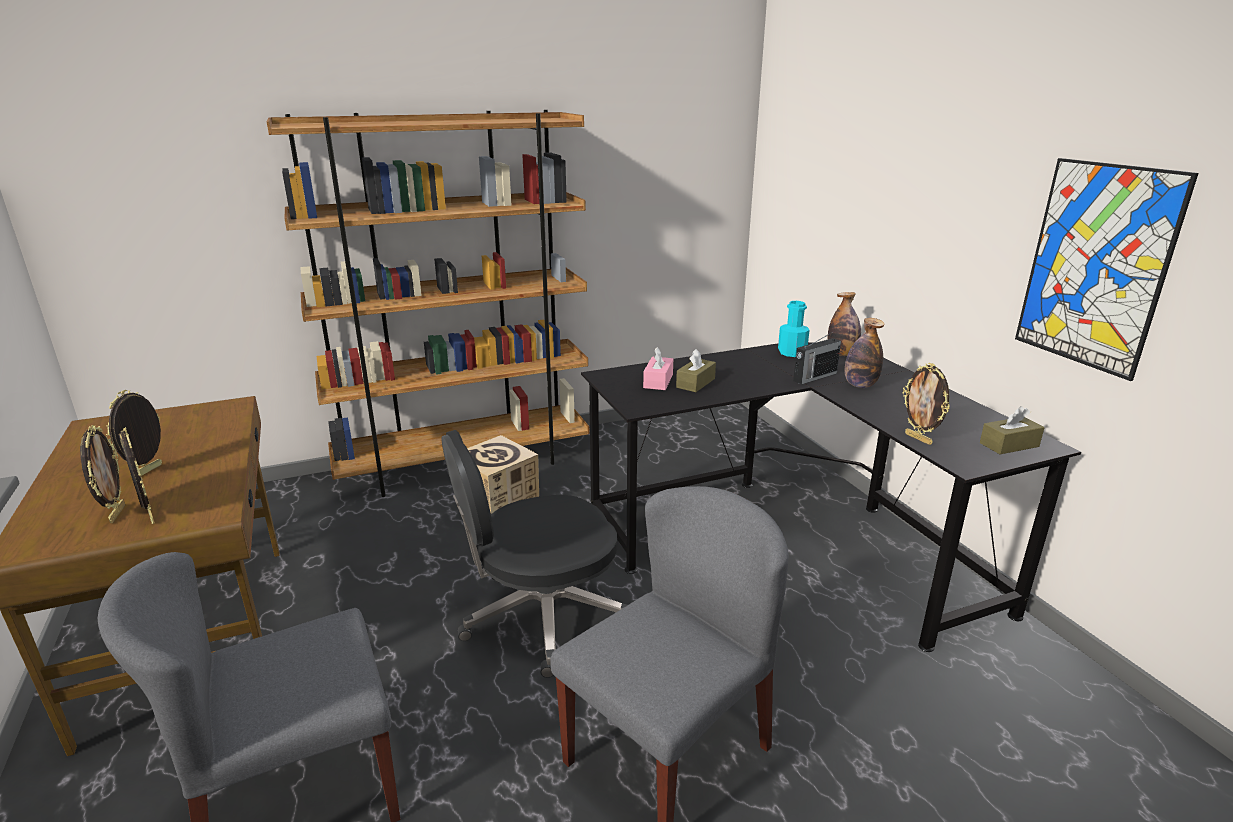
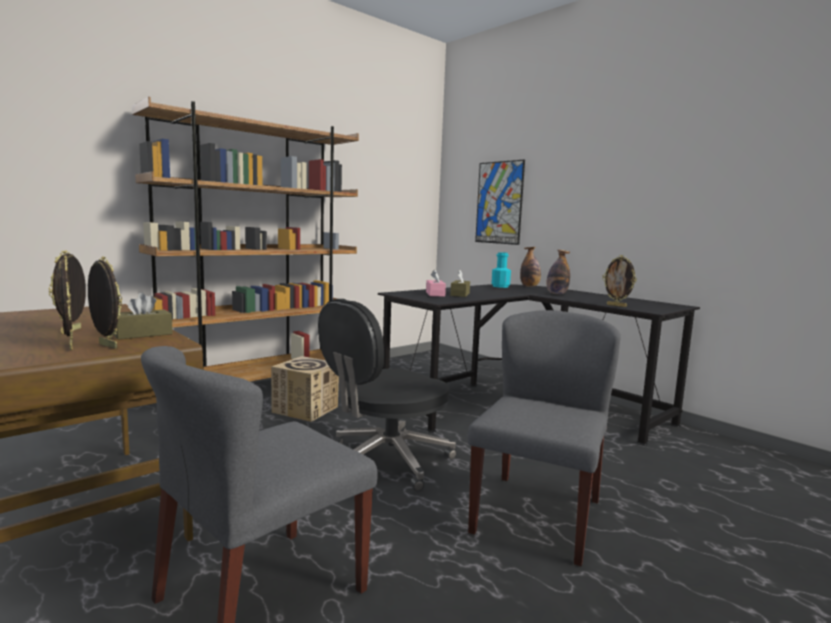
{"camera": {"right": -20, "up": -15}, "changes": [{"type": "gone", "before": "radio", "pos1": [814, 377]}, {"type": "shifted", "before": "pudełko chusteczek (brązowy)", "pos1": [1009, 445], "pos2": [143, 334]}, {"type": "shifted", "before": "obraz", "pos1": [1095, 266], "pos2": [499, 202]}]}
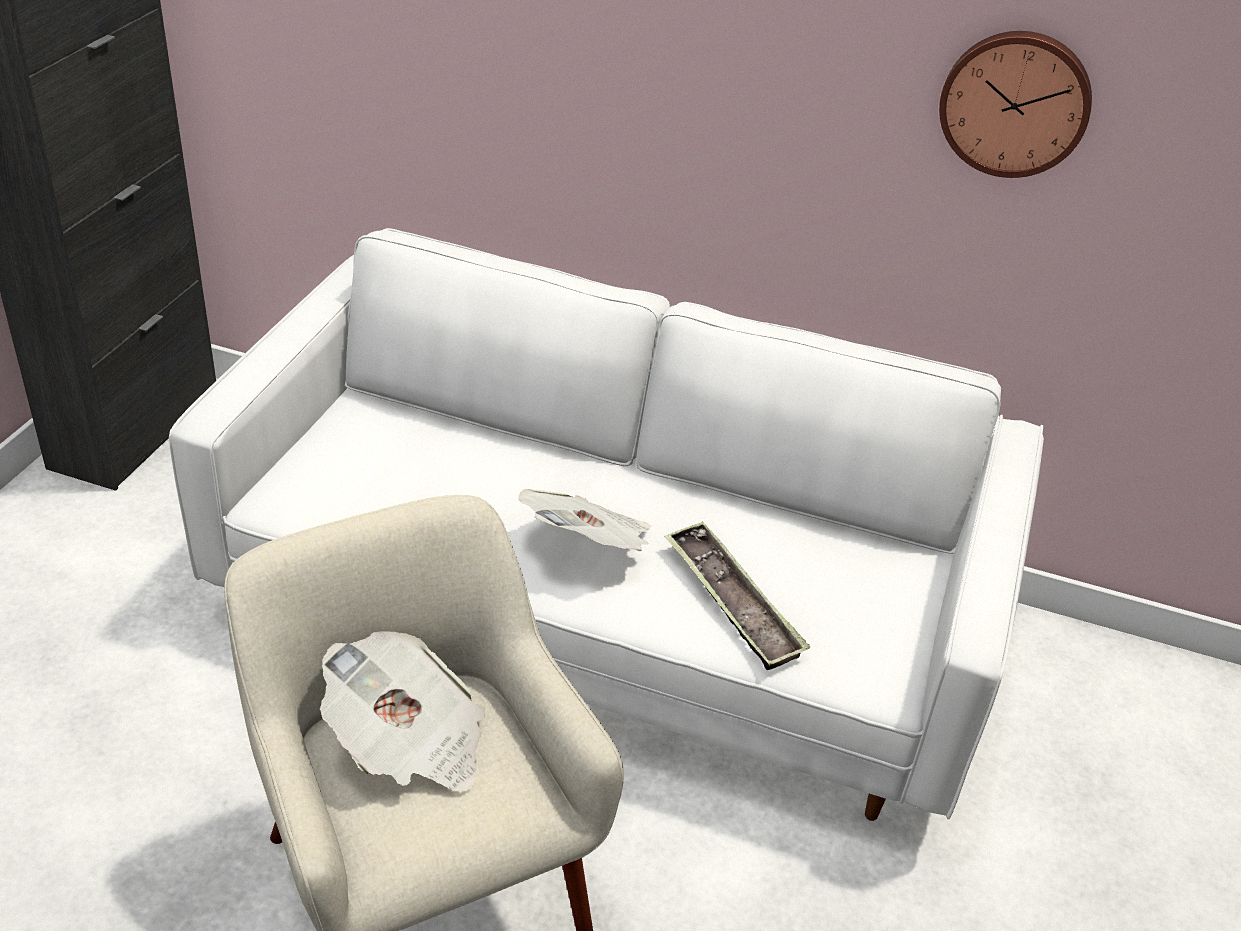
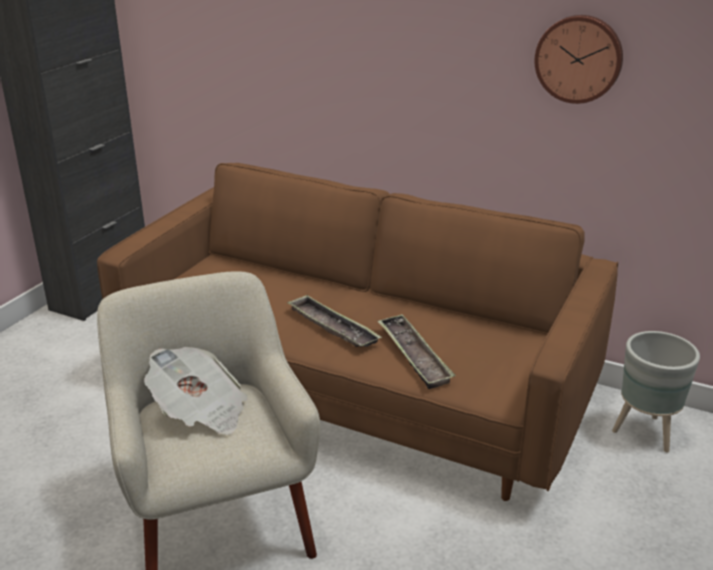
{"camera": {"right": 10, "up": -10}, "changes": [{"type": "new", "after": "donica (szary)", "pos2": [646, 433]}, {"type": "swapped", "before": "gazeta", "after": "taca", "pos1": [589, 546], "pos2": [332, 327]}, {"type": "repainted", "before": "kanapa (biały)", "after": "kanapa (brązowy)", "pos1": [607, 615], "pos2": [356, 388]}]}
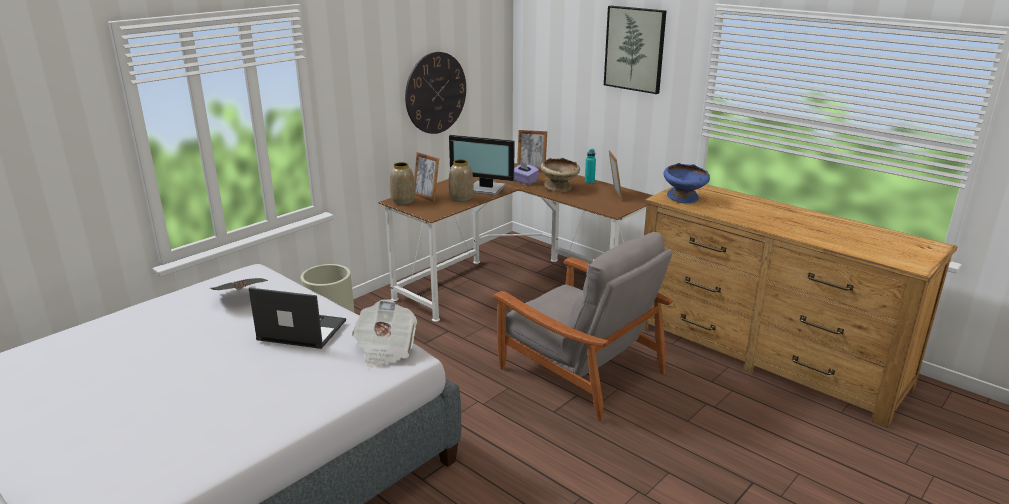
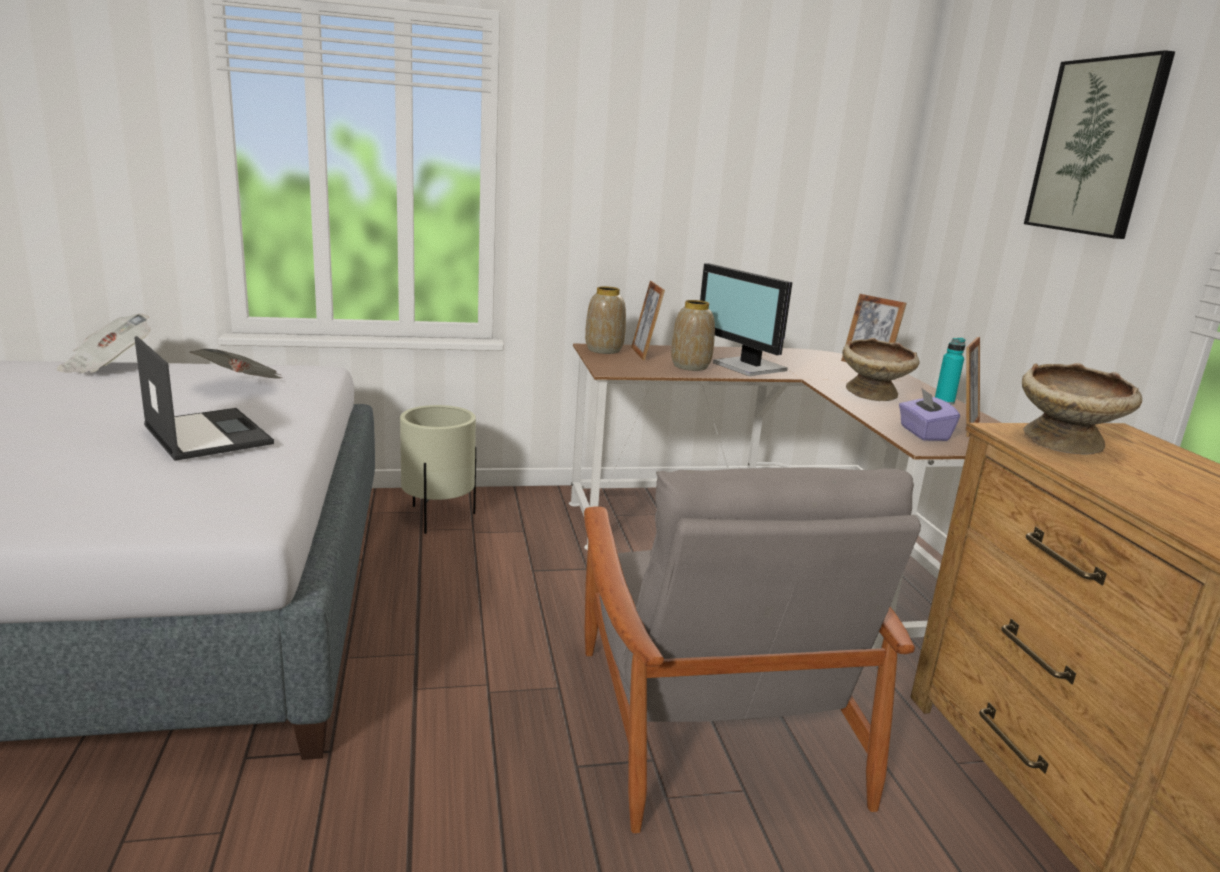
{"camera": {"right": 35, "up": -5}, "changes": [{"type": "gone", "before": "zegar ścienny", "pos1": [436, 93]}, {"type": "shifted", "before": "gazeta", "pos1": [385, 349], "pos2": [107, 366]}, {"type": "shifted", "before": "pudełko chusteczek (fioletowy)", "pos1": [524, 181], "pos2": [923, 433]}, {"type": "repainted", "before": "miska (niebieski)", "after": "miska (beżowy)", "pos1": [684, 198], "pos2": [1066, 444]}]}
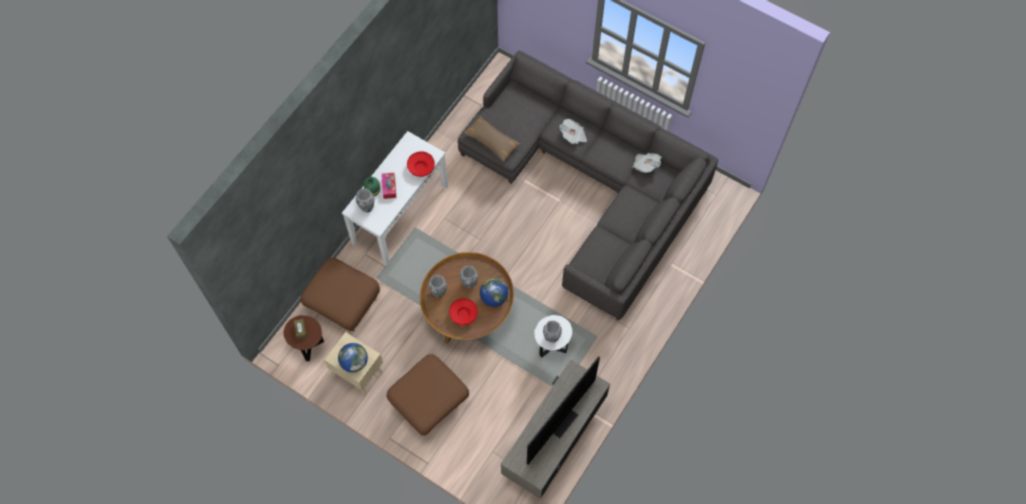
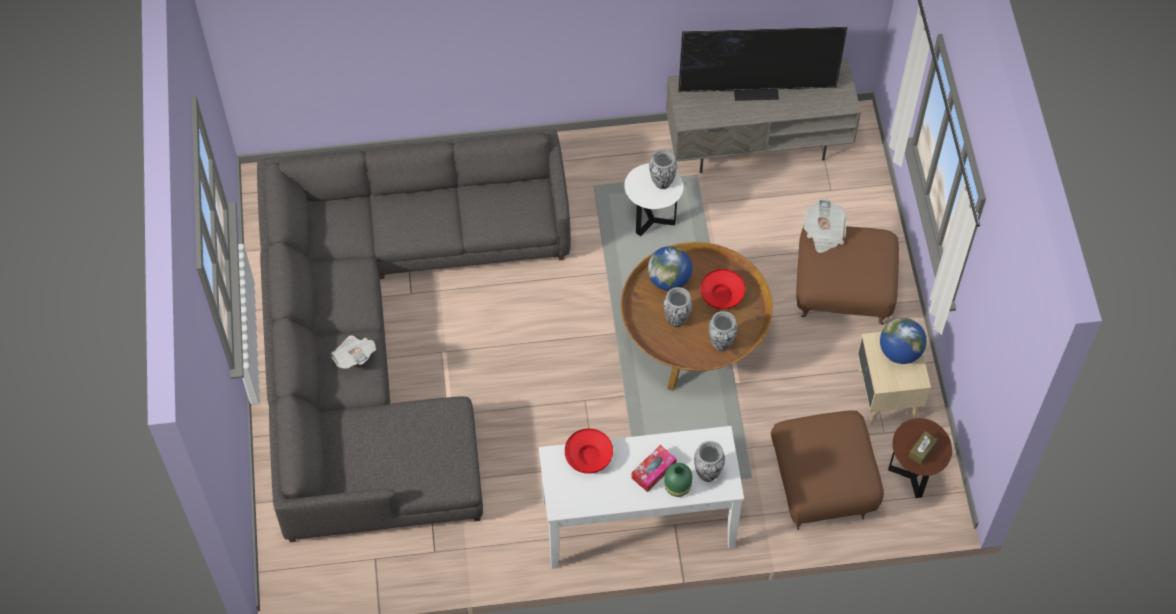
{"camera": {"right": -130, "up": -5}, "changes": [{"type": "gone", "before": "poduszka (brązowy)", "pos1": [491, 141]}, {"type": "shifted", "before": "gazeta", "pos1": [645, 165], "pos2": [823, 233]}]}
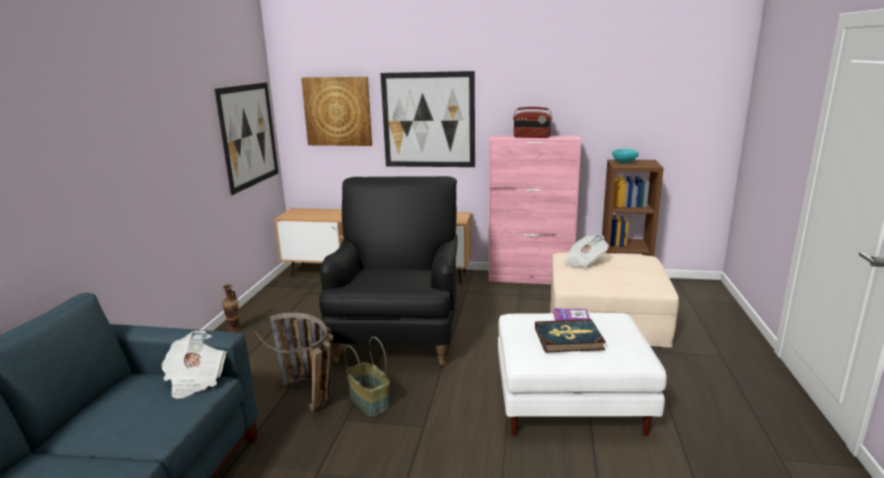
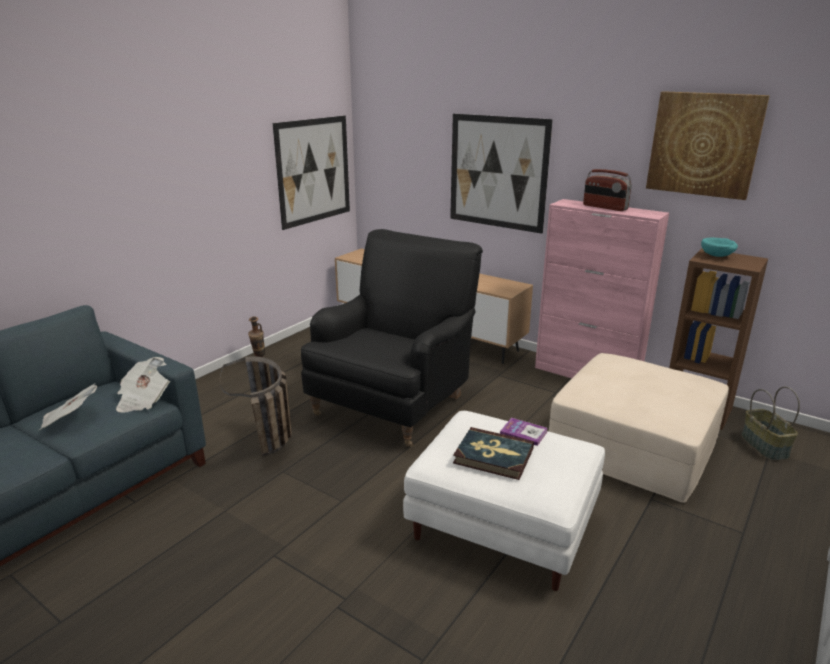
{"camera": {"right": 25, "up": 5}, "changes": [{"type": "shifted", "before": "obraz", "pos1": [337, 111], "pos2": [704, 144]}, {"type": "shifted", "before": "koszyk", "pos1": [370, 401], "pos2": [765, 446]}, {"type": "shifted", "before": "gazeta", "pos1": [584, 261], "pos2": [71, 420]}]}
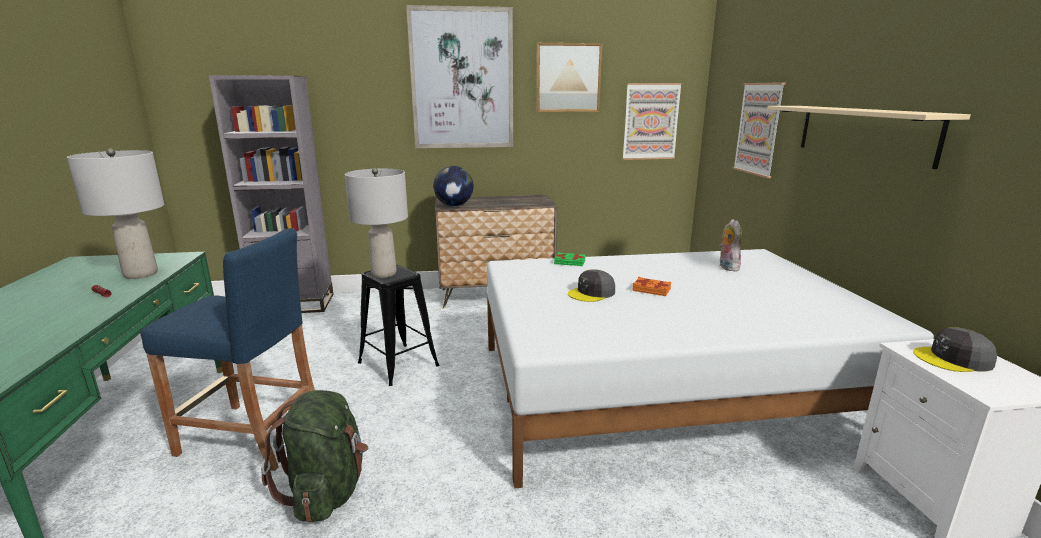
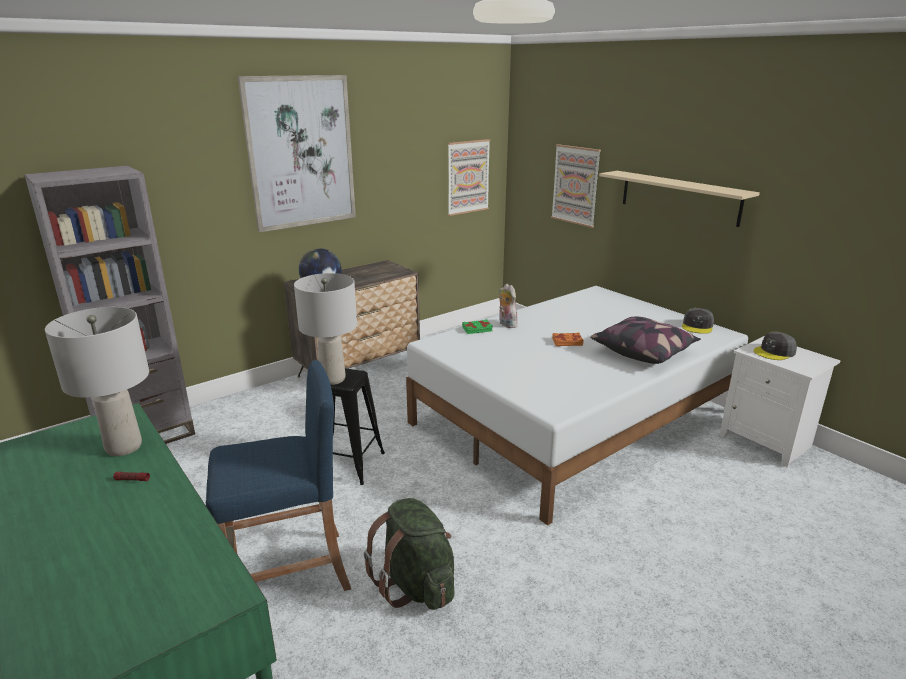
{"camera": {"right": -30, "up": 5}, "changes": [{"type": "gone", "before": "obraz", "pos1": [568, 78]}, {"type": "new", "after": "poduszka", "pos2": [643, 351]}, {"type": "shifted", "before": "czapka z daszkiem (szary)", "pos1": [592, 293], "pos2": [697, 326]}, {"type": "shifted", "before": "pluszak", "pos1": [726, 267], "pos2": [506, 324]}]}
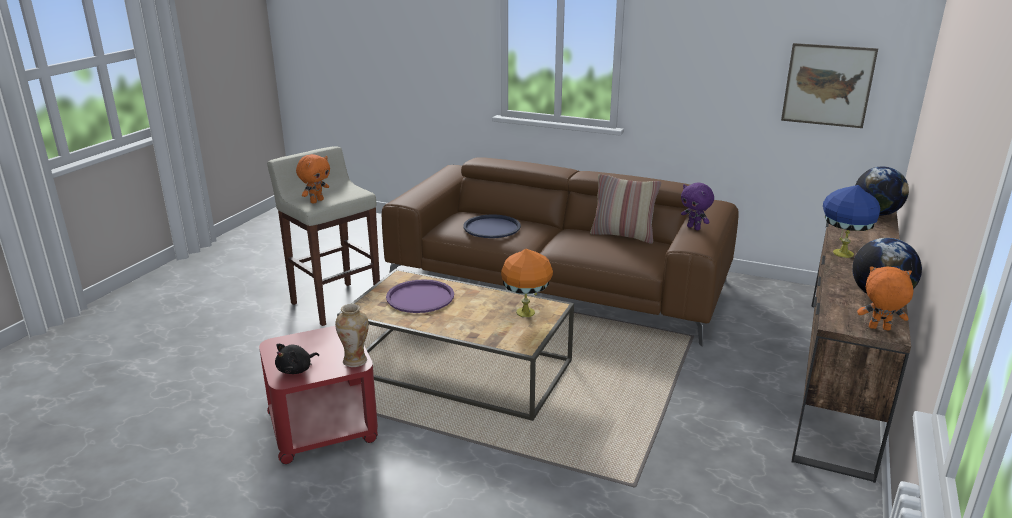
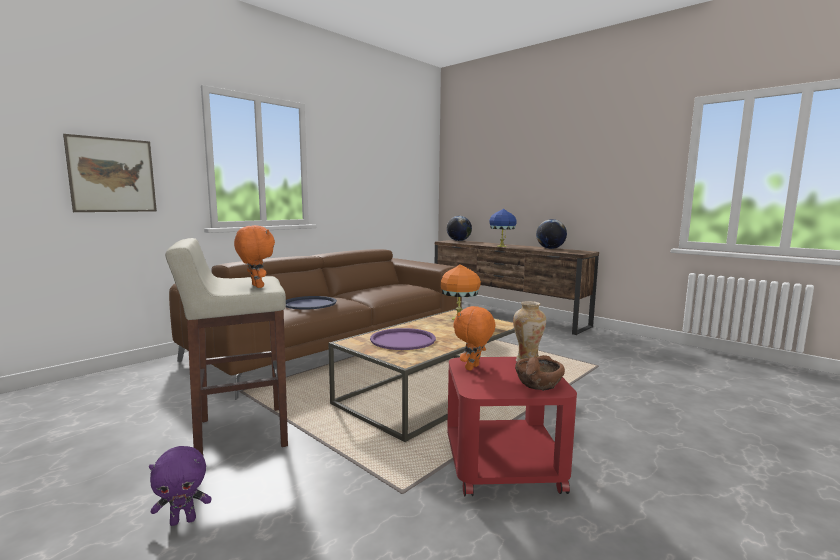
{"camera": {"right": -70, "up": -15}, "changes": [{"type": "gone", "before": "poduszka", "pos1": [623, 235]}, {"type": "shifted", "before": "pluszak (fioletowy)", "pos1": [694, 228], "pos2": [183, 520]}, {"type": "shifted", "before": "obraz", "pos1": [828, 85], "pos2": [112, 175]}, {"type": "shifted", "before": "pluszak (pomarańczowy)", "pos1": [879, 329], "pos2": [473, 368]}, {"type": "swapped", "before": "pluszak (czarny)", "after": "miska (brązowy)", "pos1": [296, 369], "pos2": [538, 383]}]}
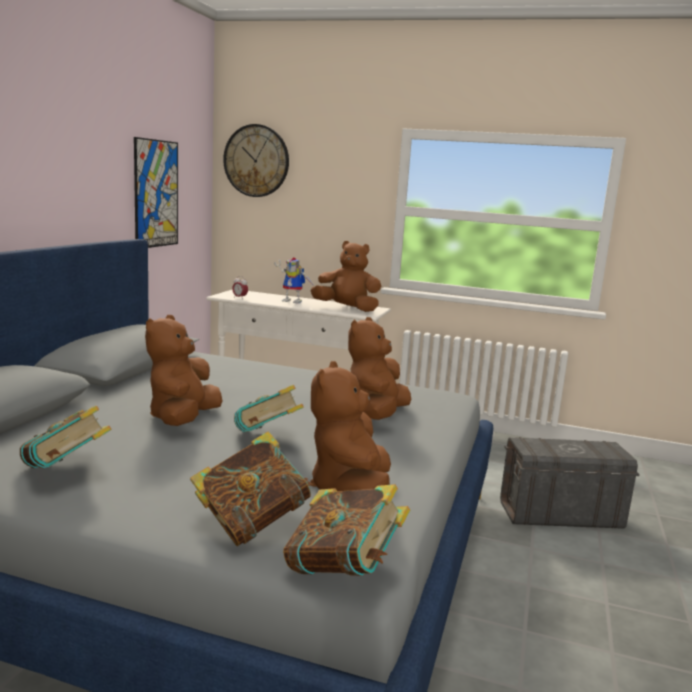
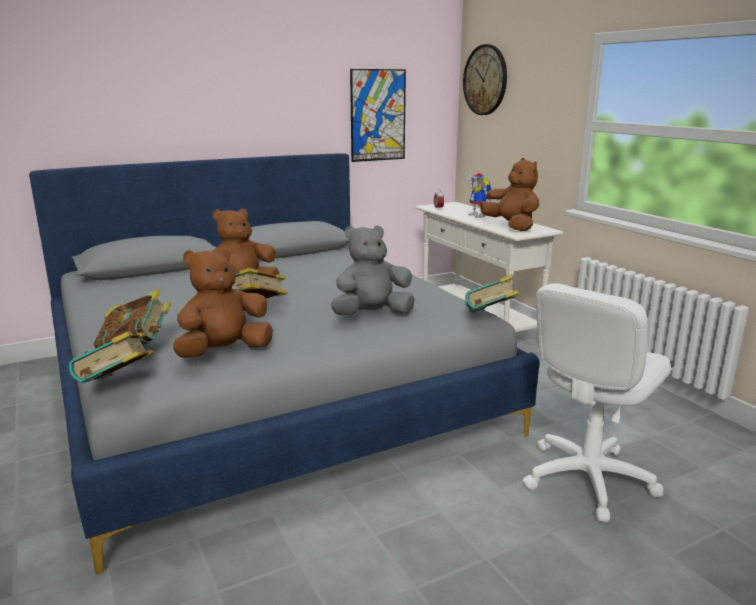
{"camera": {"right": 45, "up": 5}, "changes": [{"type": "shifted", "before": "książka", "pos1": [66, 471], "pos2": [490, 318]}, {"type": "swapped", "before": "pojemnik do przechowywania (szary)", "after": "krzesło biurowe (biały)", "pos1": [559, 514], "pos2": [587, 479]}, {"type": "repainted", "before": "pluszak (brązowy)", "after": "pluszak (szary)", "pos1": [376, 414], "pos2": [372, 315]}]}
